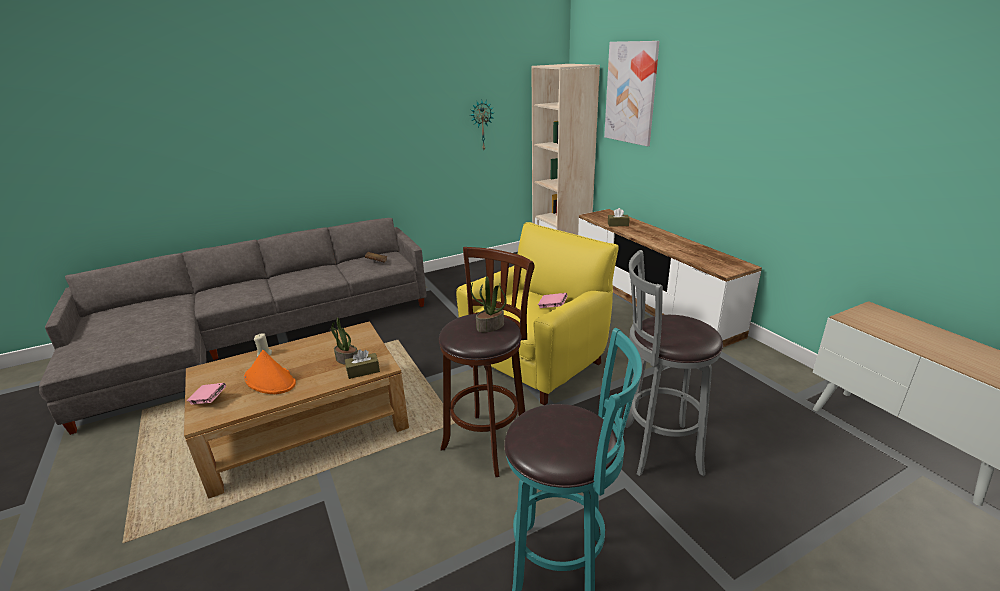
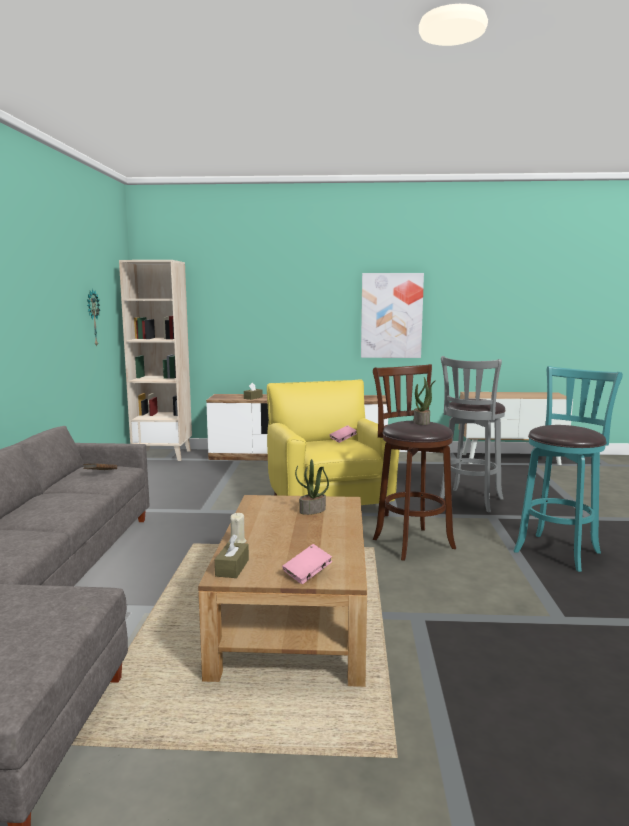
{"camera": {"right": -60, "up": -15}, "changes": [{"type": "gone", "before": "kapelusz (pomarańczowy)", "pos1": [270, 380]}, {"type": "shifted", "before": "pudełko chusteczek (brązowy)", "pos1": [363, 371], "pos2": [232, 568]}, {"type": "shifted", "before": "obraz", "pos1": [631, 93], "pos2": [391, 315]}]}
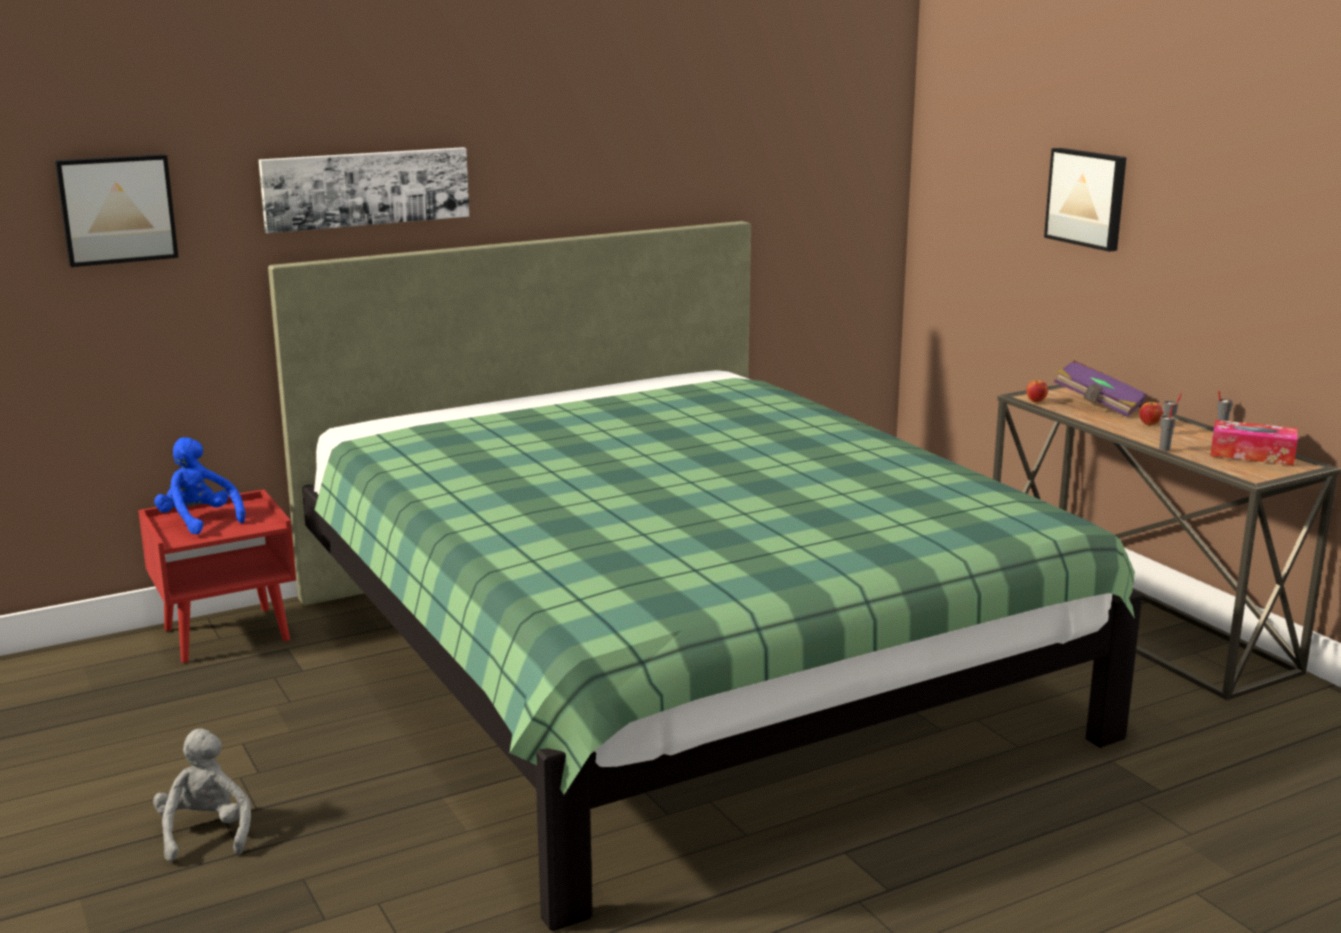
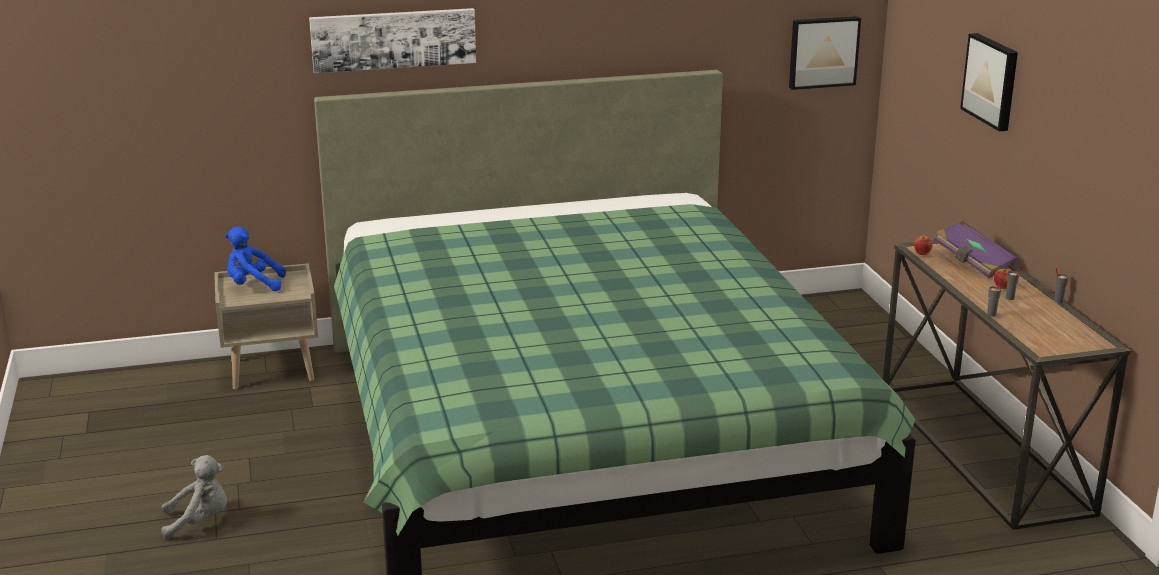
{"camera": {"right": 15, "up": 5}, "changes": [{"type": "gone", "before": "pudełko chusteczek", "pos1": [1252, 454]}, {"type": "shifted", "before": "obraz", "pos1": [117, 209], "pos2": [823, 52]}, {"type": "repainted", "before": "szafka nocna (czerwony)", "after": "szafka nocna (beżowy)", "pos1": [228, 634], "pos2": [273, 370]}, {"type": "rotated", "before": "pluszak (szary)", "pos1": [206, 833], "pos2": [199, 521], "turn": 75}, {"type": "rotated", "before": "pluszak (niebieski)", "pos1": [199, 521], "pos2": [253, 285], "turn": -60}]}
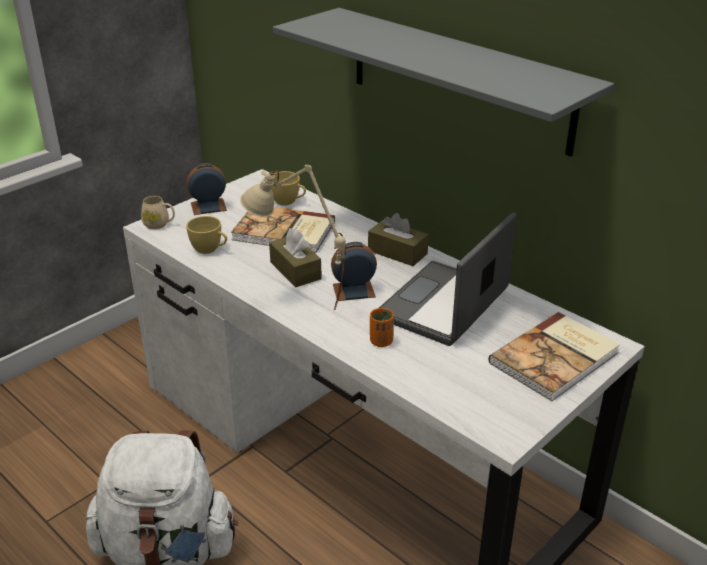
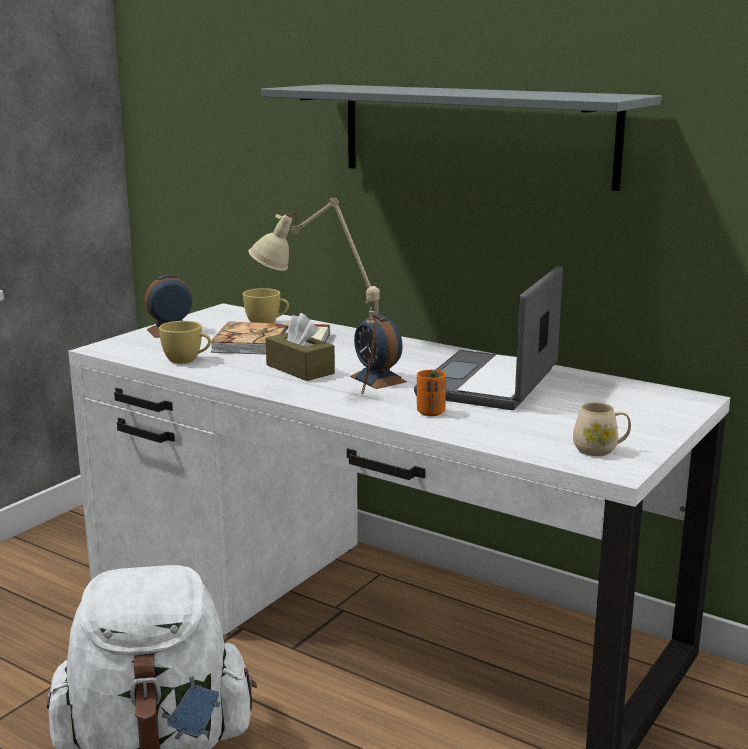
{"camera": {"right": -10, "up": -15}, "changes": [{"type": "gone", "before": "pudełko chusteczek (brązowy)", "pos1": [397, 252]}, {"type": "gone", "before": "książka", "pos1": [556, 358]}, {"type": "shifted", "before": "kubek (beżowy)", "pos1": [159, 224], "pos2": [600, 450]}, {"type": "rotated", "before": "budzik", "pos1": [353, 290], "pos2": [378, 379], "turn": -105}]}
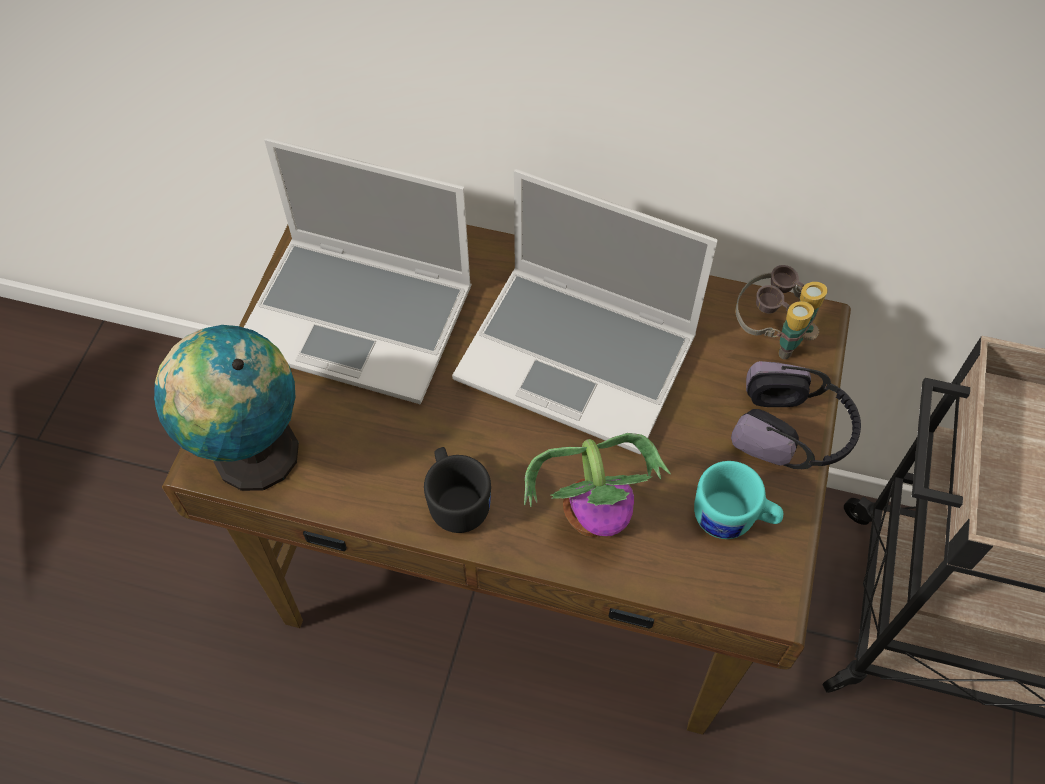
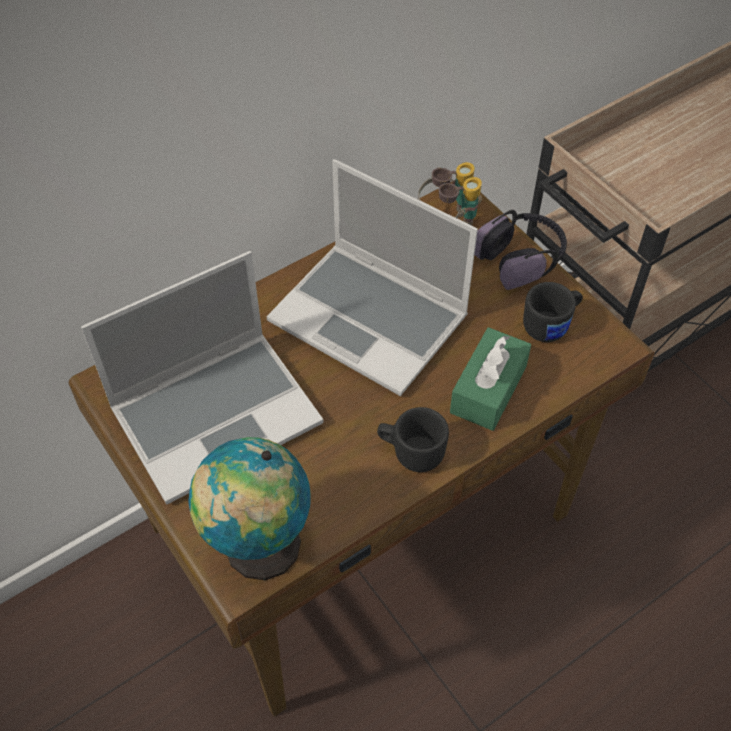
{"camera": {"right": -50, "up": -5}, "changes": [{"type": "swapped", "before": "roślina doniczkowa", "after": "pudełko chusteczek (zielony)", "pos1": [593, 516], "pos2": [488, 389]}, {"type": "repainted", "before": "kubek (turkusowy)", "after": "kubek (czarny)", "pos1": [733, 519], "pos2": [551, 325]}, {"type": "rotated", "before": "laptop", "pos1": [580, 358], "pos2": [371, 319], "turn": 60}]}
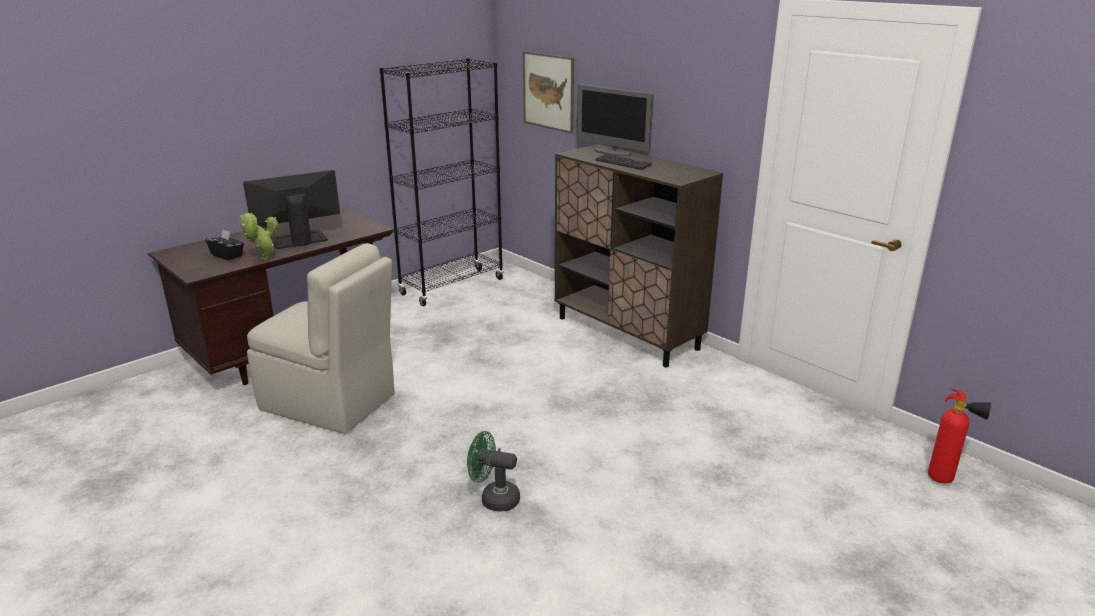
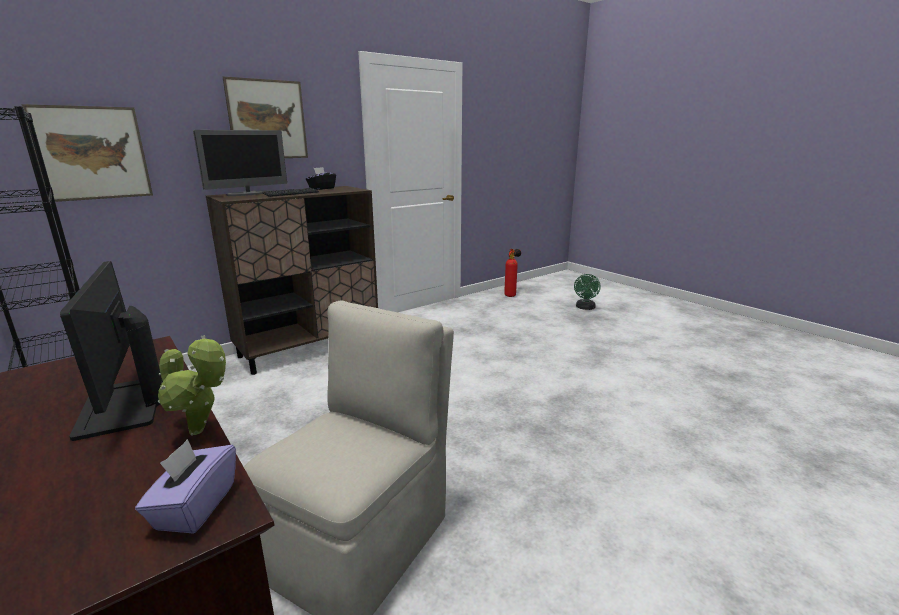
{"camera": {"right": -85, "up": -5}, "changes": [{"type": "new", "after": "pudełko chusteczek (fioletowy)", "pos2": [195, 506]}, {"type": "new", "after": "obraz", "pos2": [267, 120]}, {"type": "shifted", "before": "pudełko chusteczek (czarny)", "pos1": [227, 255], "pos2": [321, 188]}, {"type": "shifted", "before": "wentylator (zielony)", "pos1": [494, 499], "pos2": [585, 308]}]}
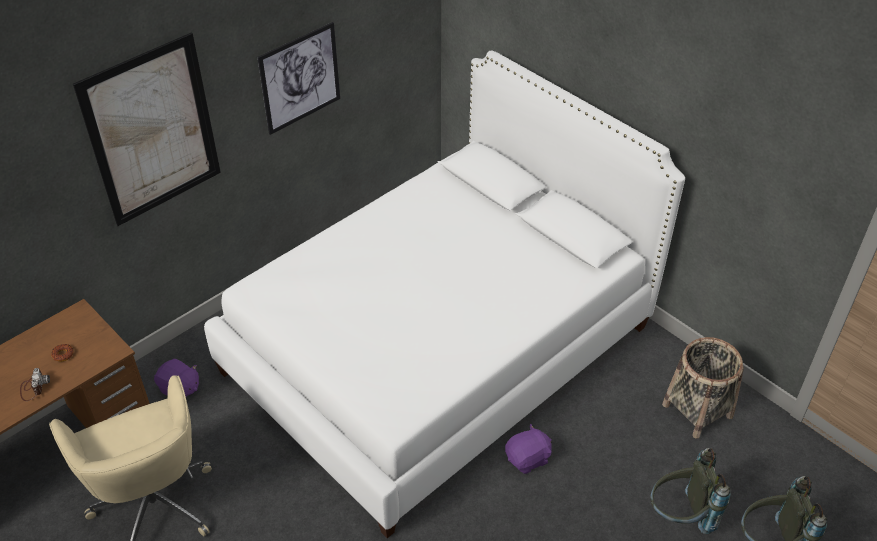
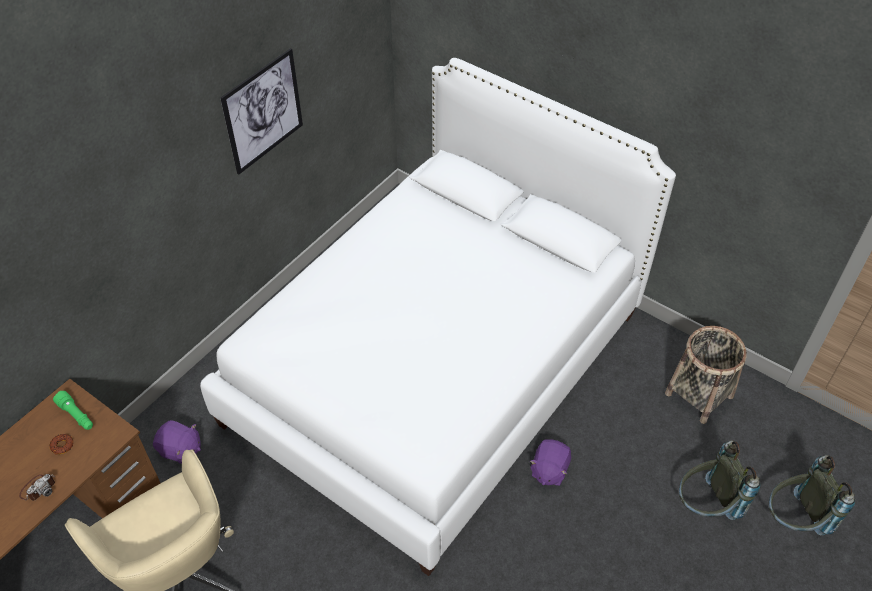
{"camera": {"right": -10, "up": 5}, "changes": [{"type": "gone", "before": "obraz", "pos1": [152, 131]}, {"type": "new", "after": "latarka (zielony)", "pos2": [76, 415]}, {"type": "rotated", "before": "aparat fotograficzny", "pos1": [33, 387], "pos2": [38, 488], "turn": 60}, {"type": "rotated", "before": "pluszak (fioletowy)", "pos1": [528, 459], "pos2": [549, 470], "turn": 150}]}
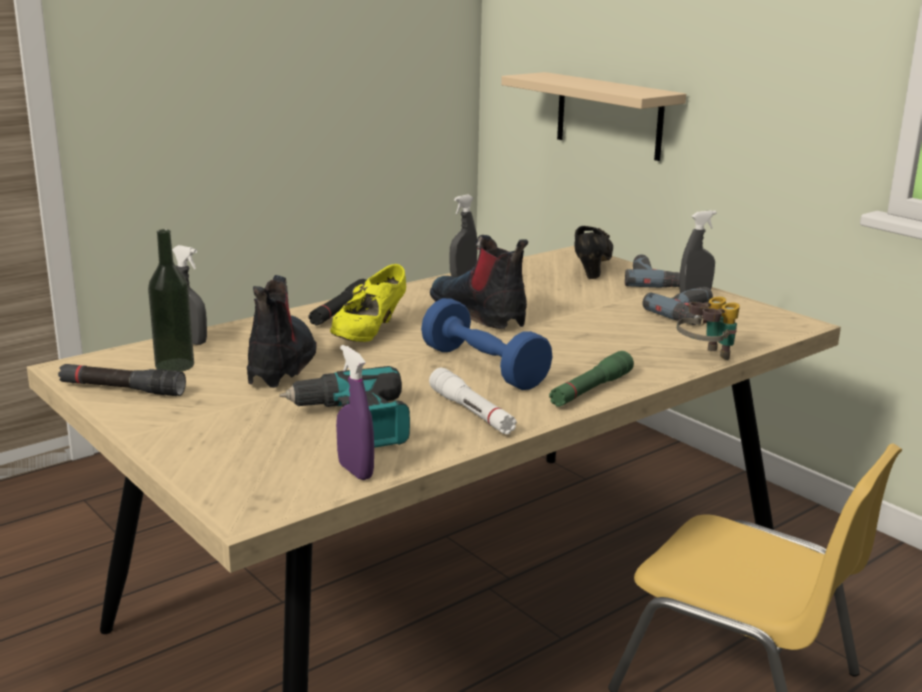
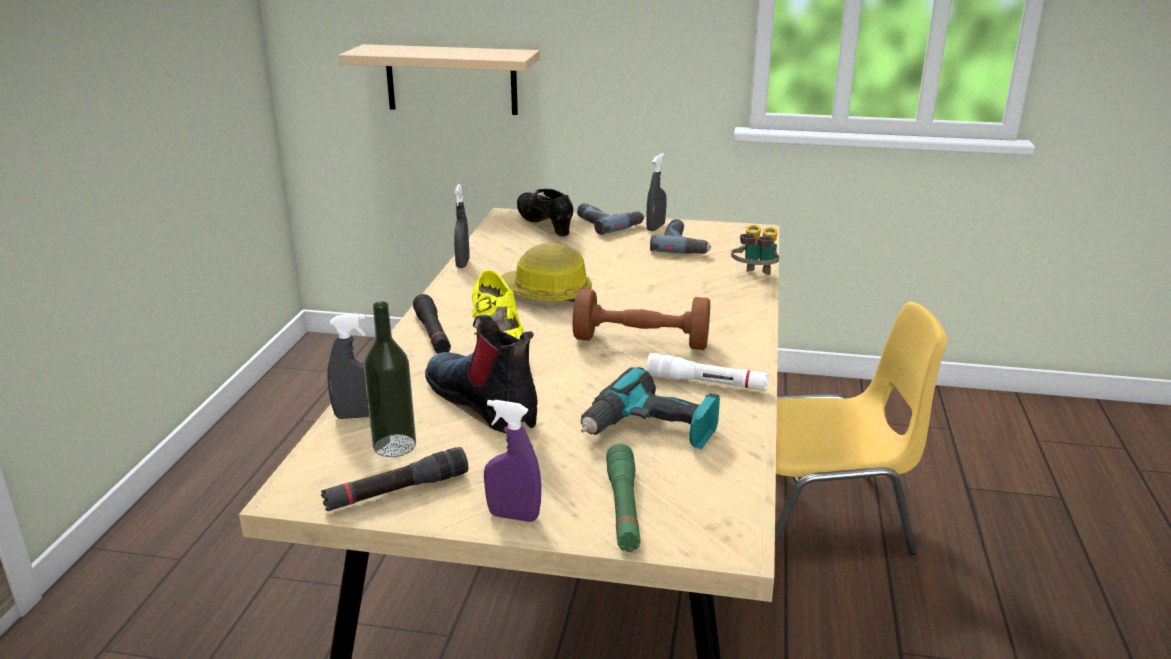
{"camera": {"right": -40, "up": 5}, "changes": [{"type": "shifted", "before": "spryskiwacz (fioletowy)", "pos1": [355, 471], "pos2": [513, 516]}, {"type": "shifted", "before": "latarka (zielony)", "pos1": [590, 390], "pos2": [623, 507]}, {"type": "swapped", "before": "but z cholewką", "after": "kask", "pos1": [480, 313], "pos2": [544, 294]}, {"type": "repainted", "before": "hantel (niebieski)", "after": "hantel (brązowy)", "pos1": [484, 367], "pos2": [641, 342]}]}
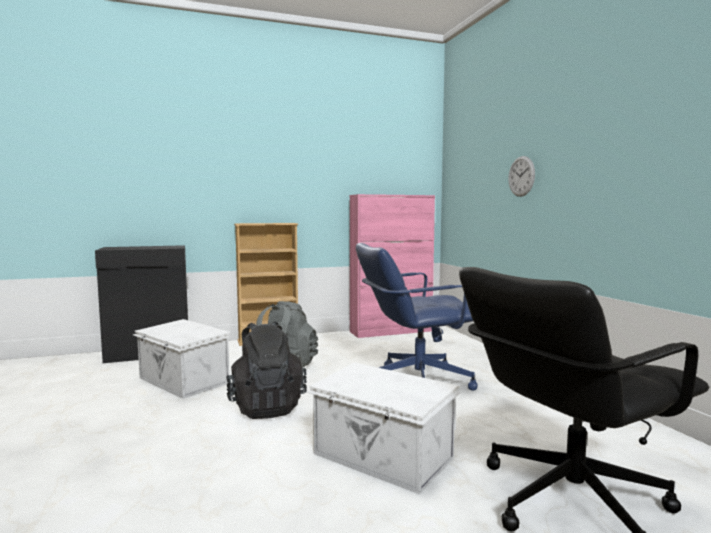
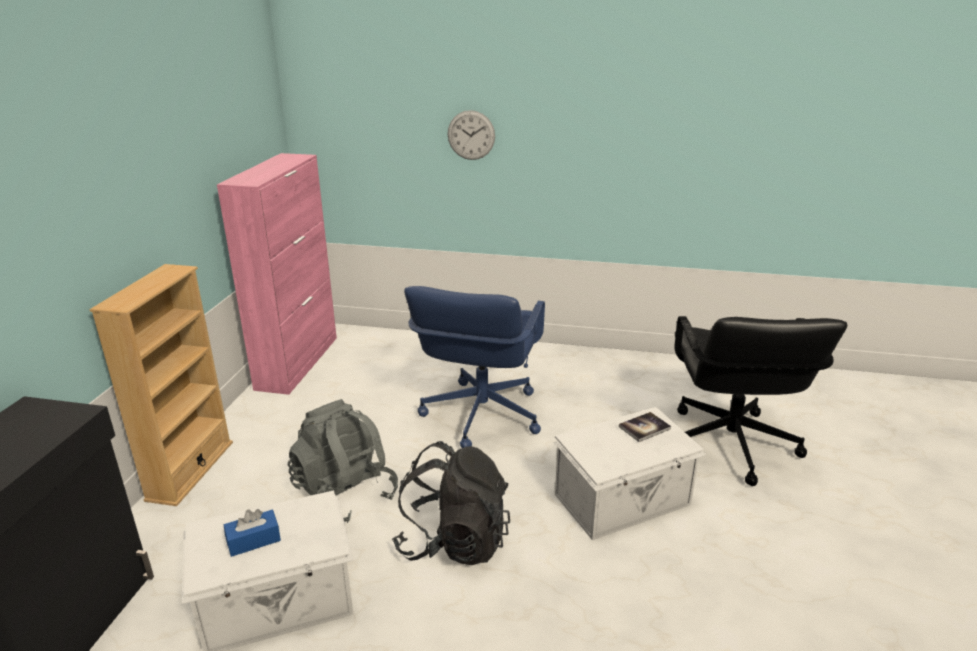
{"camera": {"right": -60, "up": 20}, "changes": [{"type": "new", "after": "pudełko chusteczek (niebieski)", "pos2": [253, 540]}, {"type": "new", "after": "książka", "pos2": [644, 428]}]}
